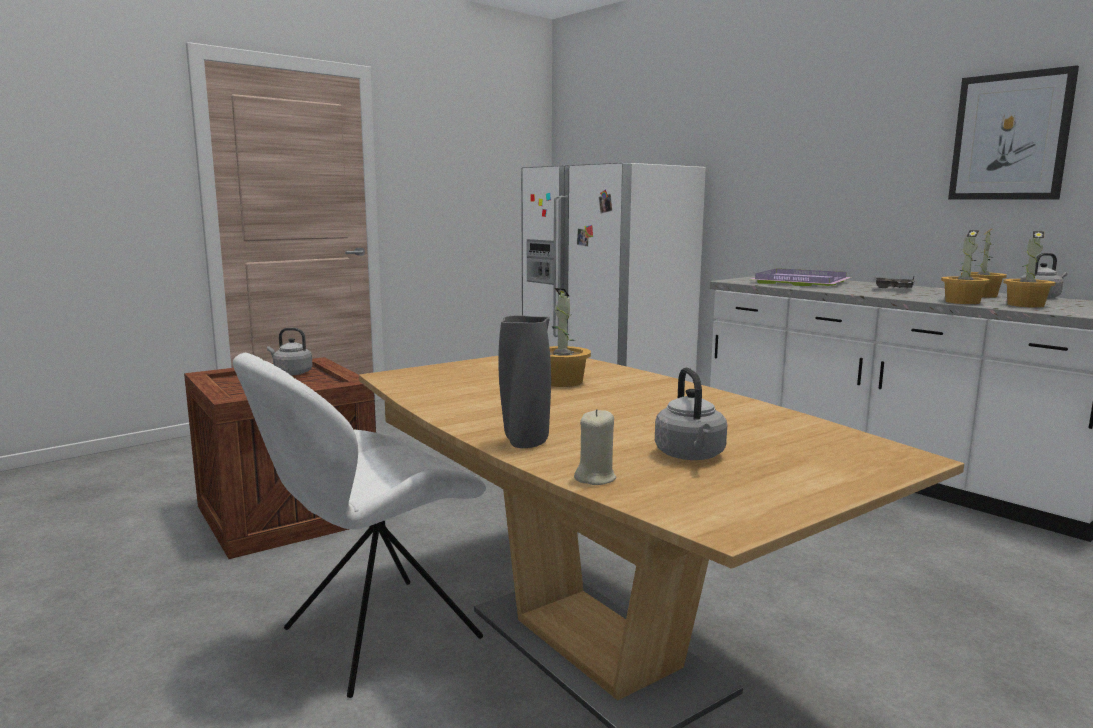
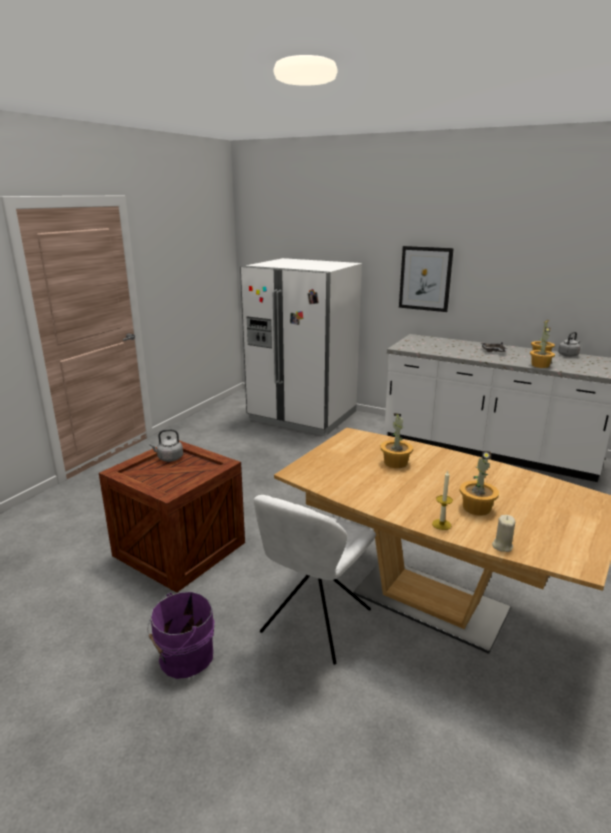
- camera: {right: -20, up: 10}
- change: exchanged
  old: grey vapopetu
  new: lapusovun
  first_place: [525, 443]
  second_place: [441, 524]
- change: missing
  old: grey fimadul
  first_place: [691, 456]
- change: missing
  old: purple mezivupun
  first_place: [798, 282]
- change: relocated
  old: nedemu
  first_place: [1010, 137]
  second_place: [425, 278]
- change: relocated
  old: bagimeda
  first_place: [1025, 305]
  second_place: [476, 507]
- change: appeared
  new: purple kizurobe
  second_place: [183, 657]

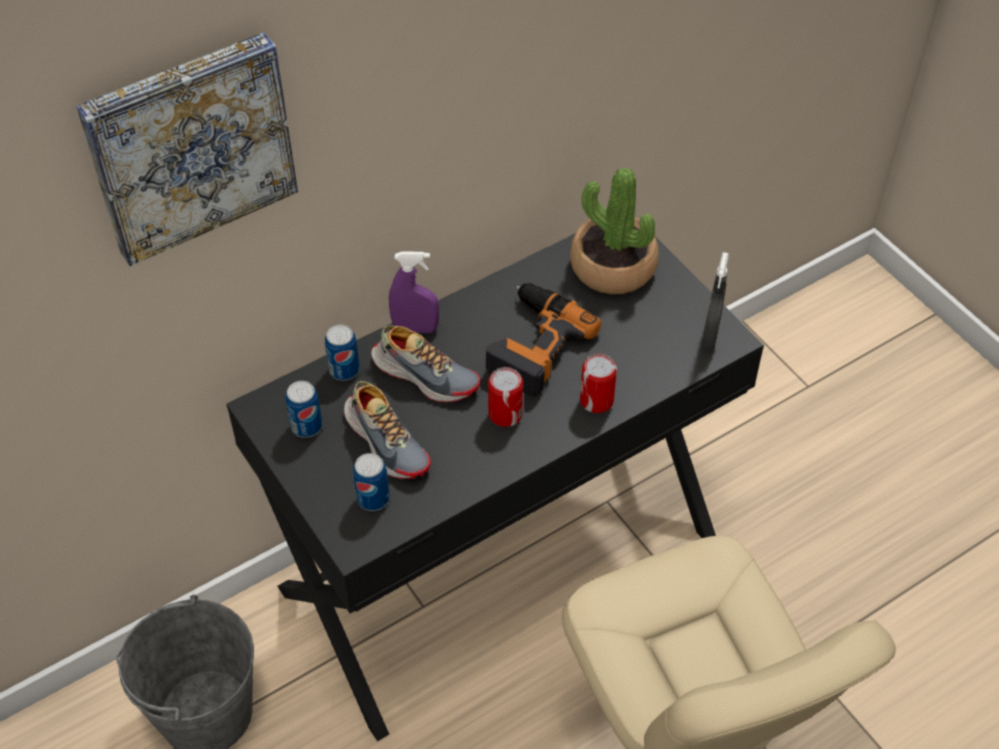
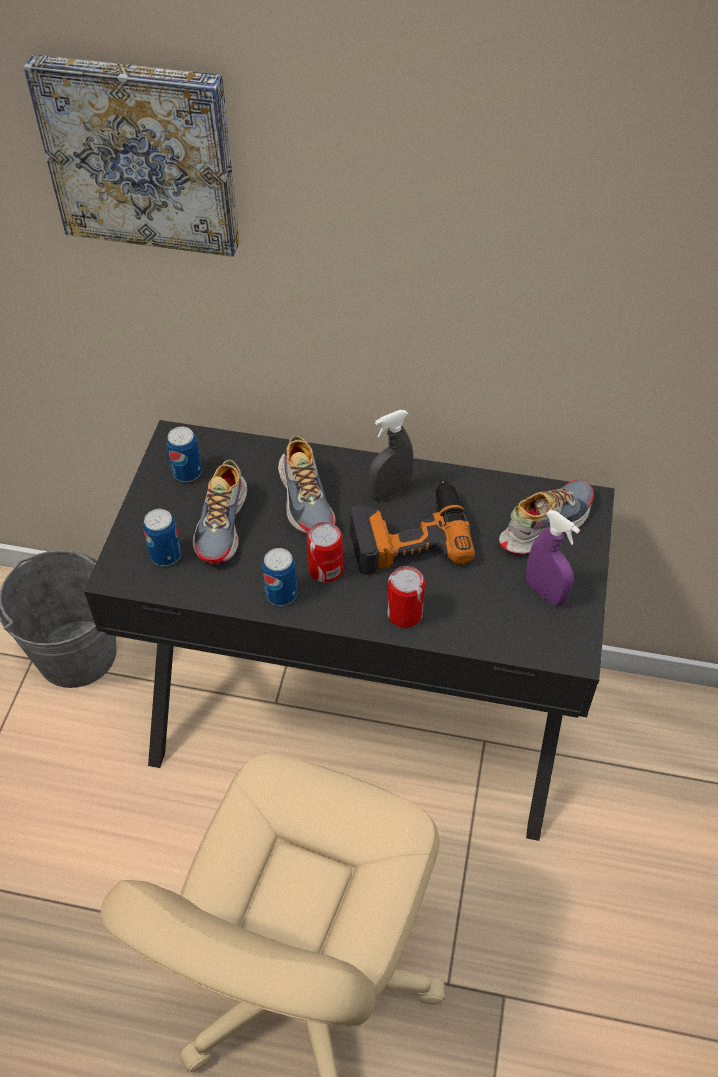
- camera: {right: 45, up: 0}
- change: relocated
  old: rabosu
  first_place: [344, 370]
  second_place: [281, 594]
- change: relocated
  old: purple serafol
  first_place: [415, 328]
  second_place: [545, 593]
- change: exchanged
  old: bagimeda
  new: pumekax
  first_place: [612, 267]
  second_place: [545, 524]
- change: relocated
  old: grey serafol
  first_place: [710, 336]
  second_place: [390, 492]

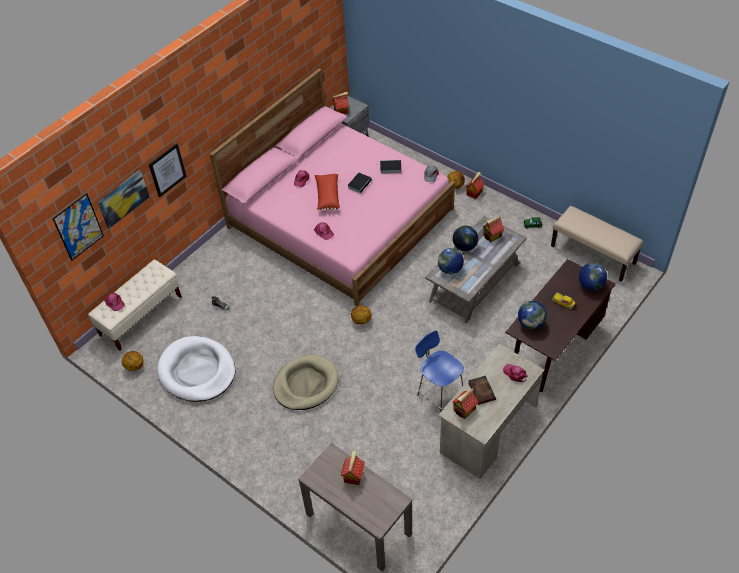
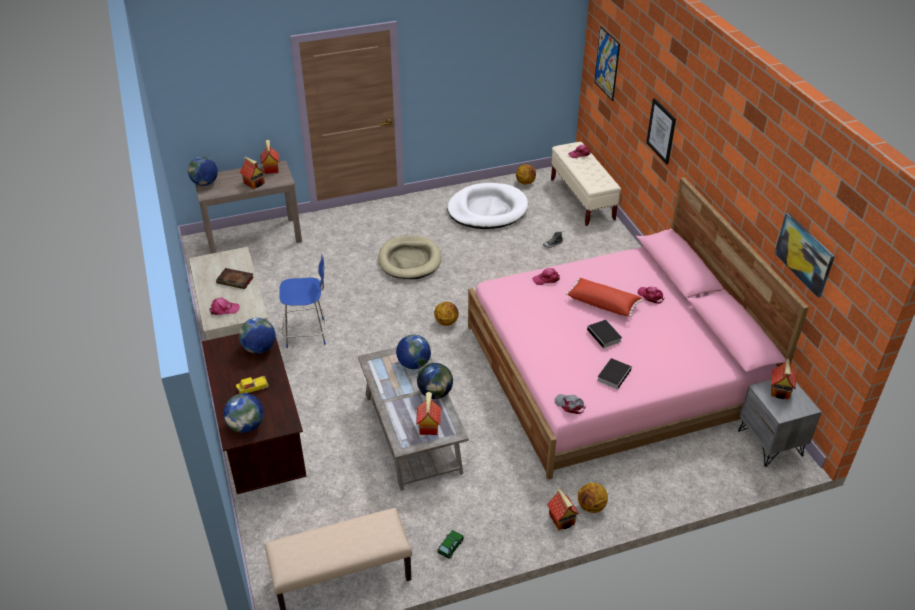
- camera: {right: 120, up: -10}
- change: relocated
  old: nedemu
  first_place: [123, 198]
  second_place: [804, 254]
- change: relocated
  old: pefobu
  first_place: [464, 410]
  second_place: [271, 168]
- change: appeared
  new: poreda
  second_place: [205, 183]

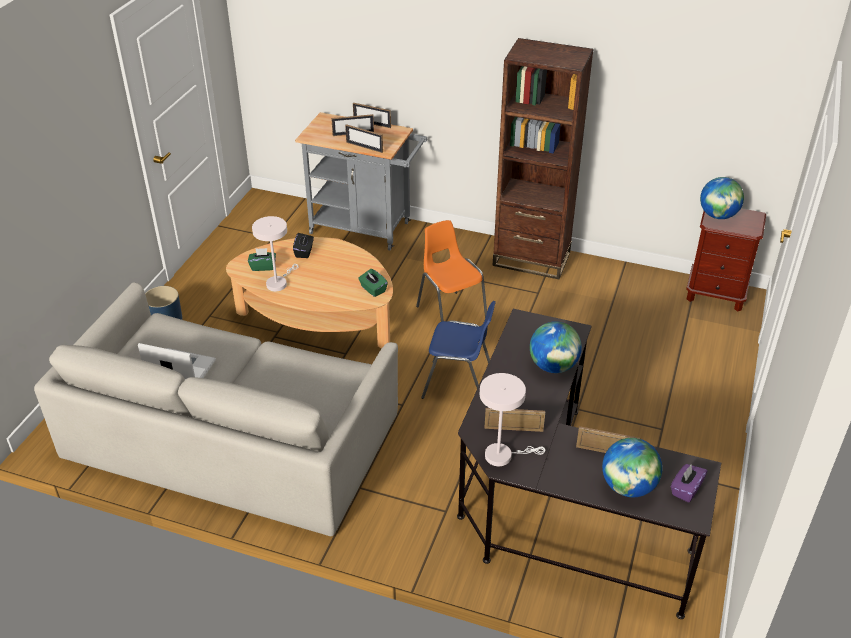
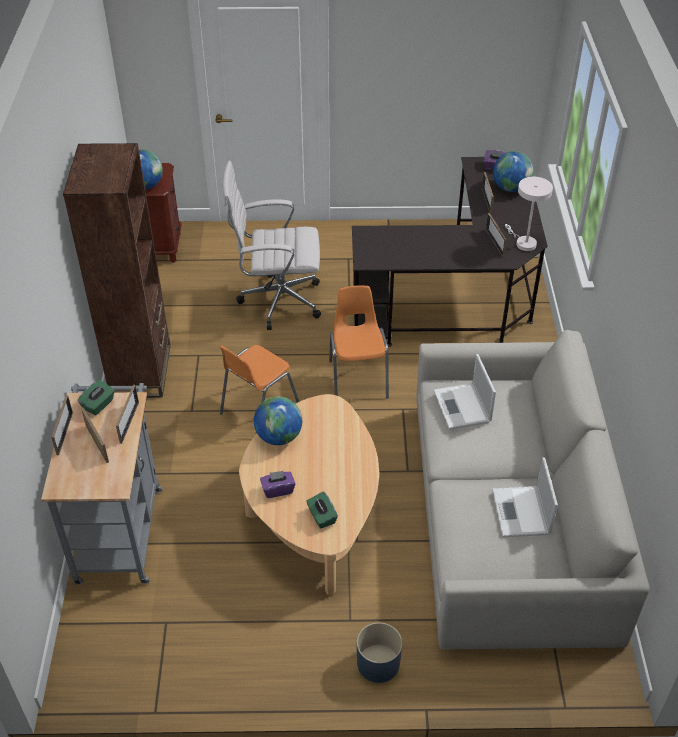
- camera: {right: -110, up: 5}
- change: missing
  old: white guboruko
  first_place: [278, 282]
- change: colour
  old: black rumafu
  new: purple rumafu
  first_place: [304, 252]
  second_place: [278, 490]
- change: relocated
  old: green rumafu
  first_place: [373, 289]
  second_place: [98, 405]
- change: colour
  old: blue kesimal
  new: orange kesimal
  first_place: [459, 385]
  second_place: [357, 379]
- change: relocated
  old: poreda
  first_place: [553, 366]
  second_place: [279, 437]
- change: appeared
  new: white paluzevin
  second_place: [277, 301]
- change: appeared
  new: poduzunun
  second_place: [462, 407]

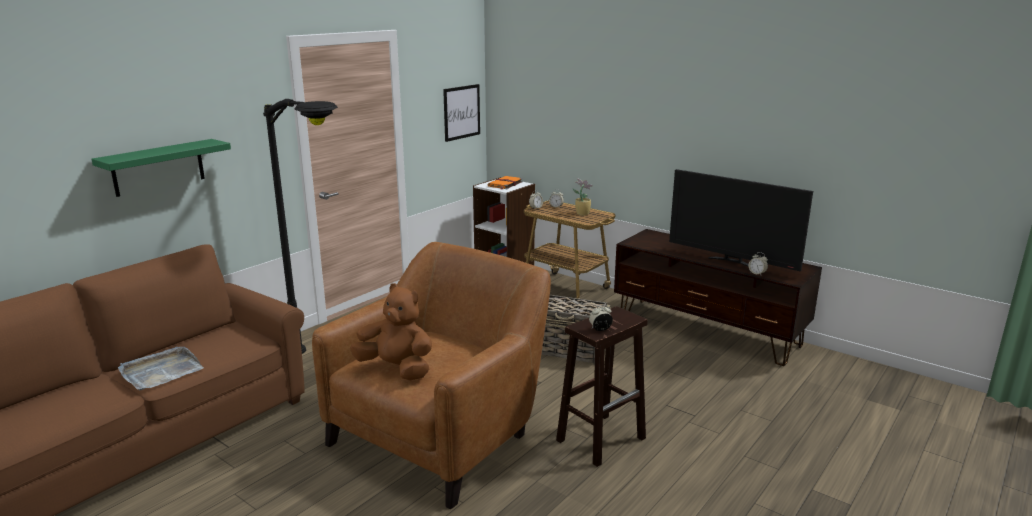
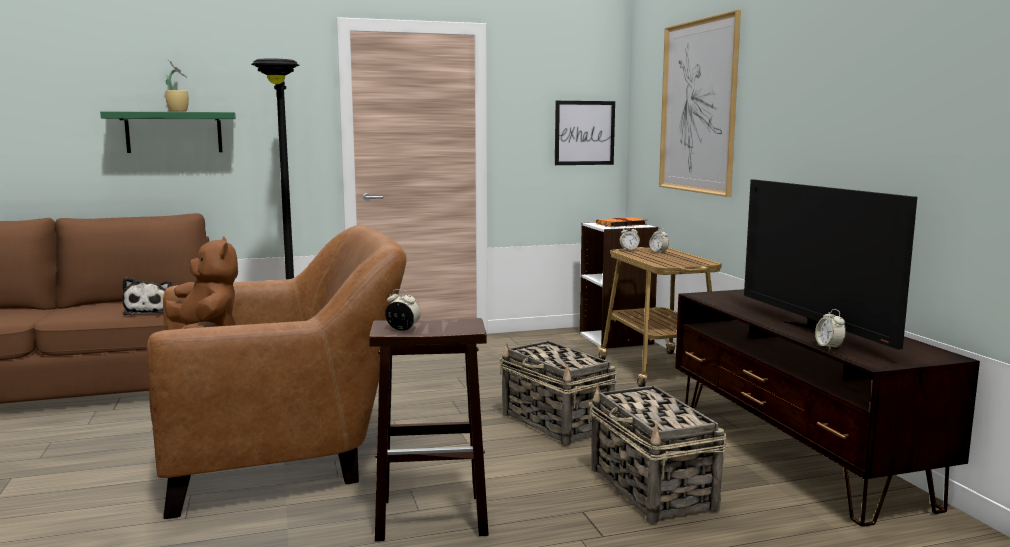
- camera: {right: 35, up: -10}
- change: missing
  old: grey mezivupun
  first_place: [160, 371]
- change: relocated
  old: bagimeda
  first_place: [582, 213]
  second_place: [178, 111]
- change: appeared
  new: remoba
  second_place: [151, 311]
- change: appeared
  new: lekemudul
  second_place: [652, 490]
- change: appeared
  new: nedemu
  second_place: [698, 107]

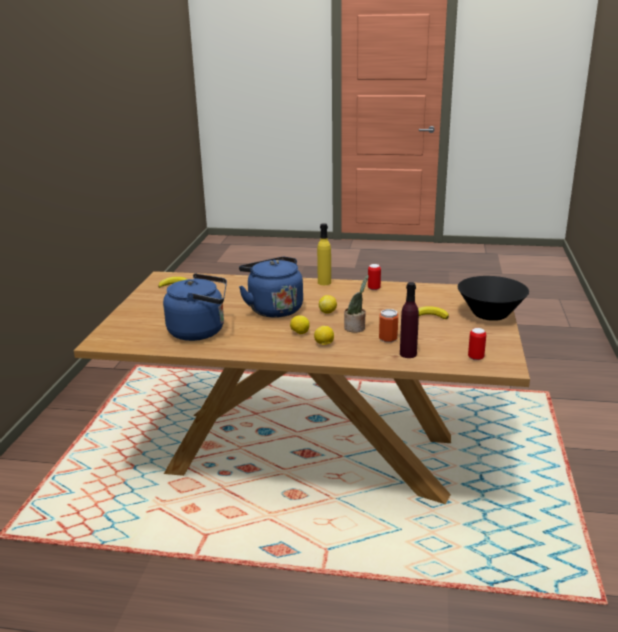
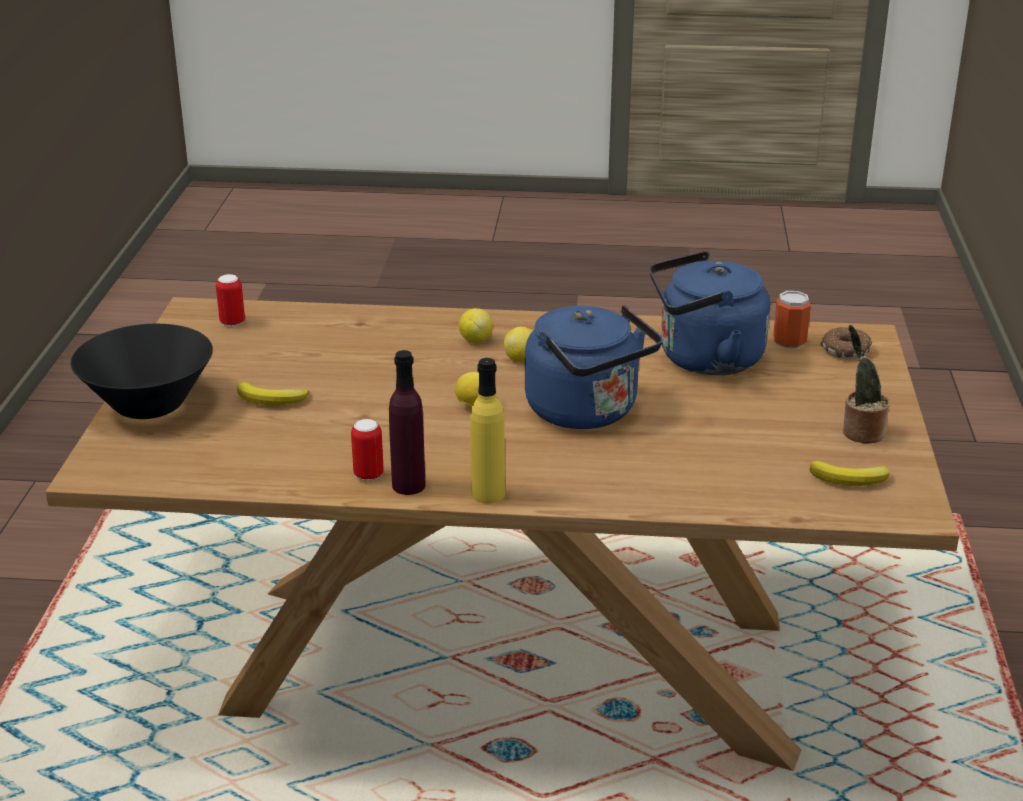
- camera: {right: 175, up: 5}
- change: relocated
  old: bagimeda
  first_place: [356, 328]
  second_place: [860, 432]
- change: relocated
  old: rabosu
  first_place: [388, 338]
  second_place: [789, 342]
- change: relocated
  old: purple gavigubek
  first_place: [408, 354]
  second_place: [408, 485]
- change: appeared
  new: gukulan
  second_place: [845, 349]

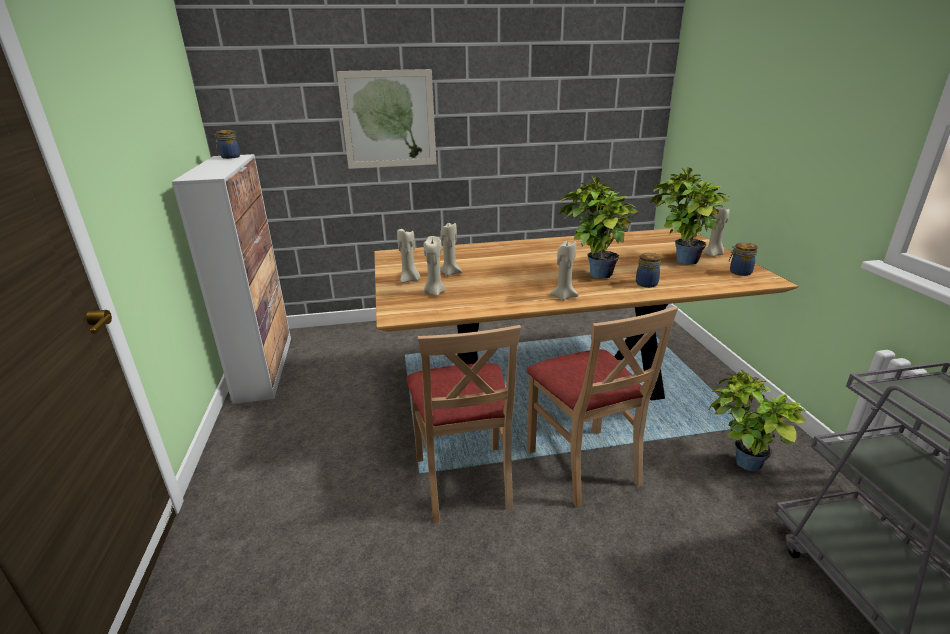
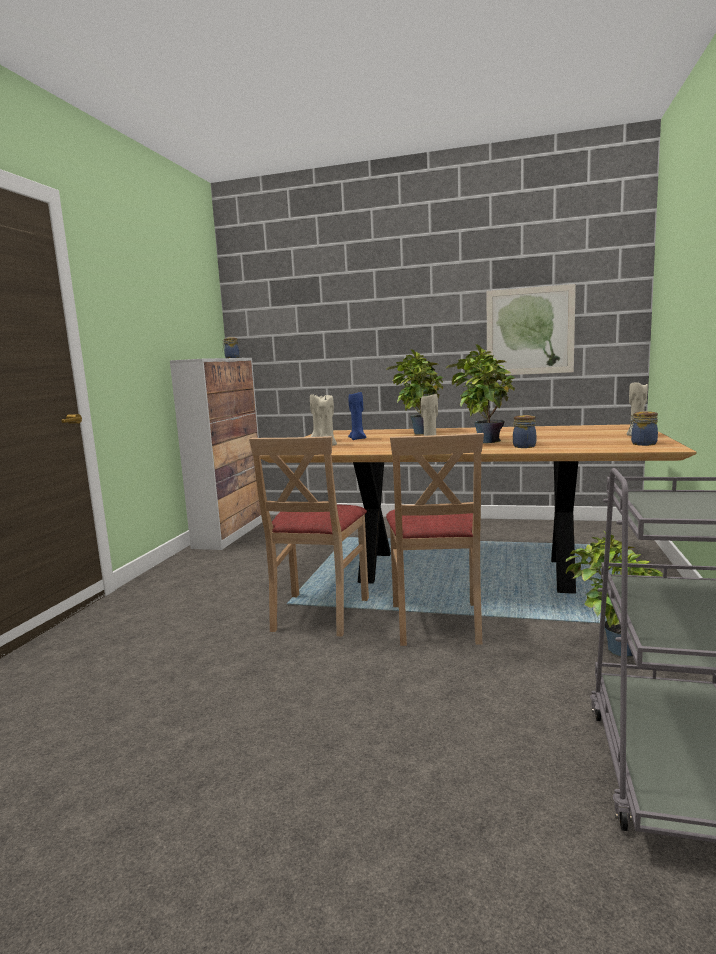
- camera: {right: 25, up: -15}
- change: relocated
  old: nedemu
  first_place: [389, 120]
  second_place: [529, 331]
- change: colour
  old: beige lapusovun
  new: blue lapusovun
  first_place: [450, 273]
  second_place: [358, 439]
- change: relocated
  old: bagimeda
  first_place: [680, 261]
  second_place: [418, 433]

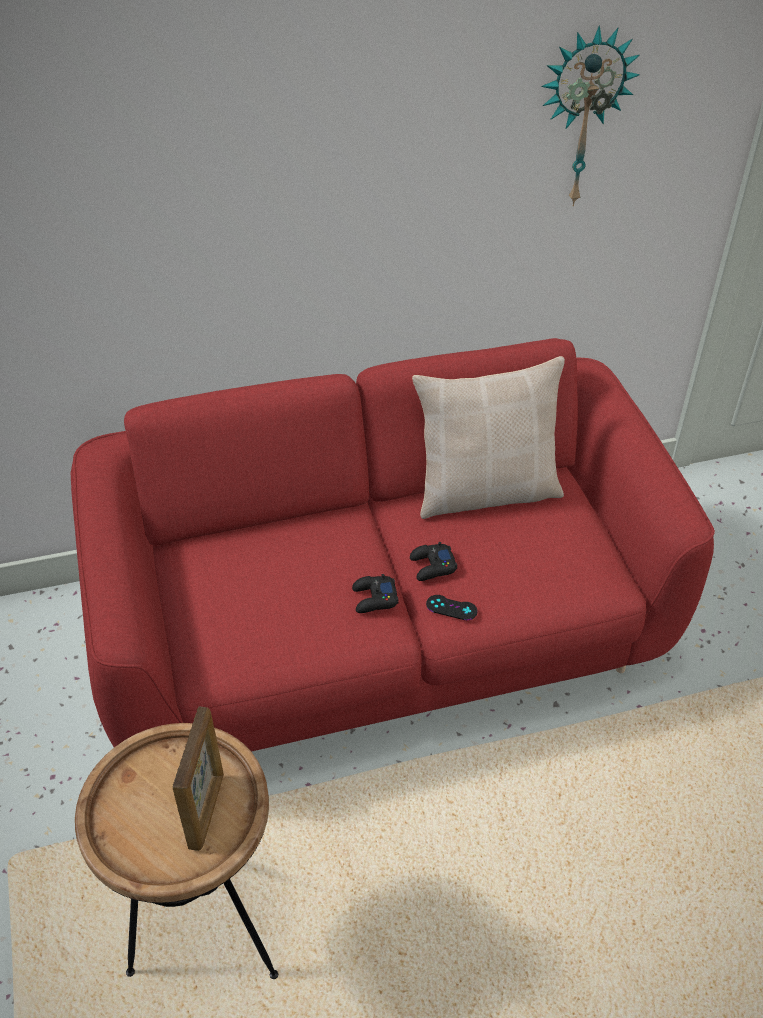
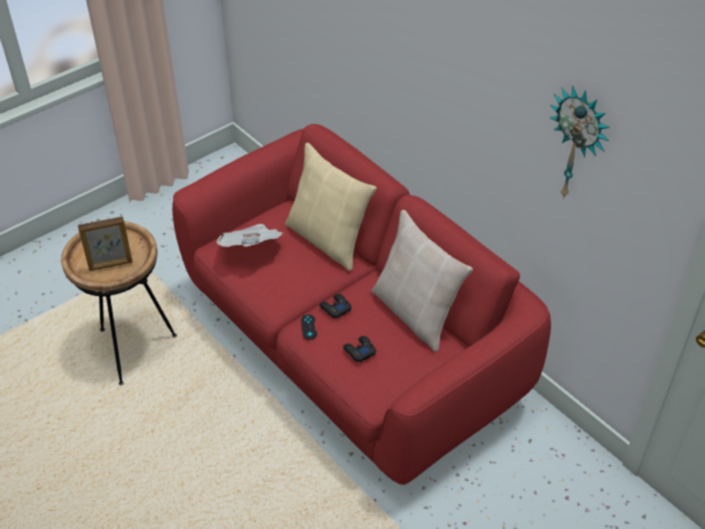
- camera: {right: 65, up: 0}
- change: relocated
  old: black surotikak
  first_place: [374, 598]
  second_place: [359, 351]
- change: appeared
  new: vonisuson
  second_place: [251, 248]
- change: appeared
  new: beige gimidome
  second_place: [328, 240]

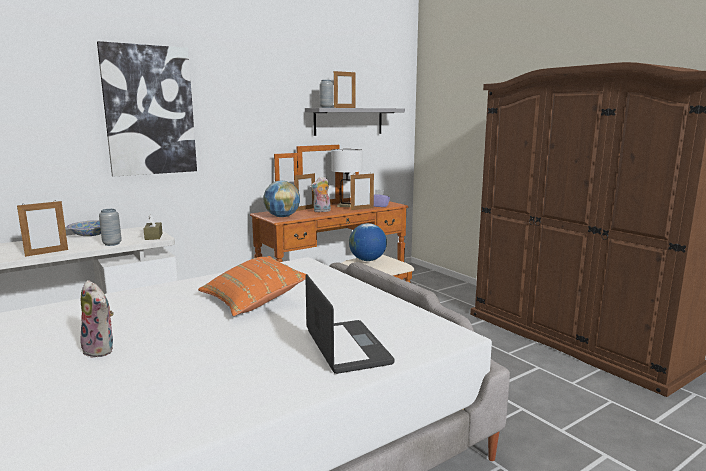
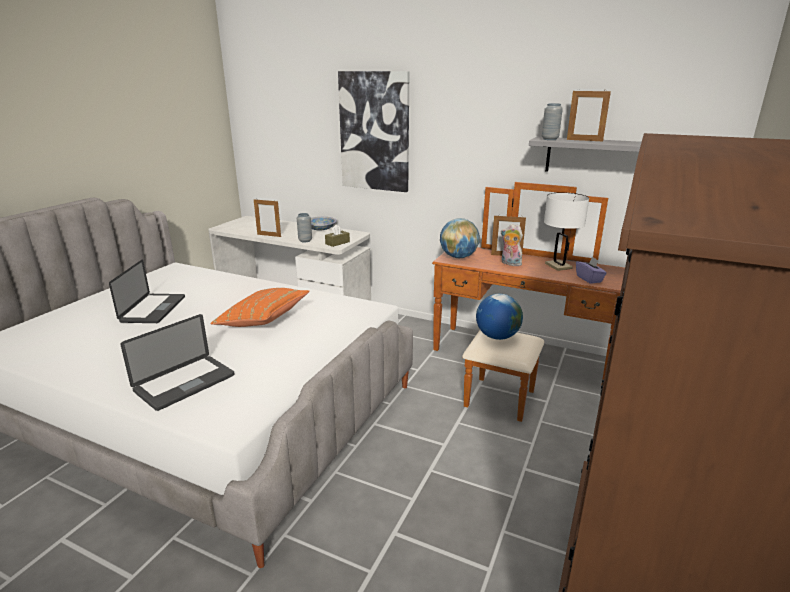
- camera: {right: 60, up: 10}
- change: exchanged
  old: remoba
  new: poduzunun
  first_place: [101, 350]
  second_place: [153, 309]
- change: missing
  old: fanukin
  first_place: [362, 209]

